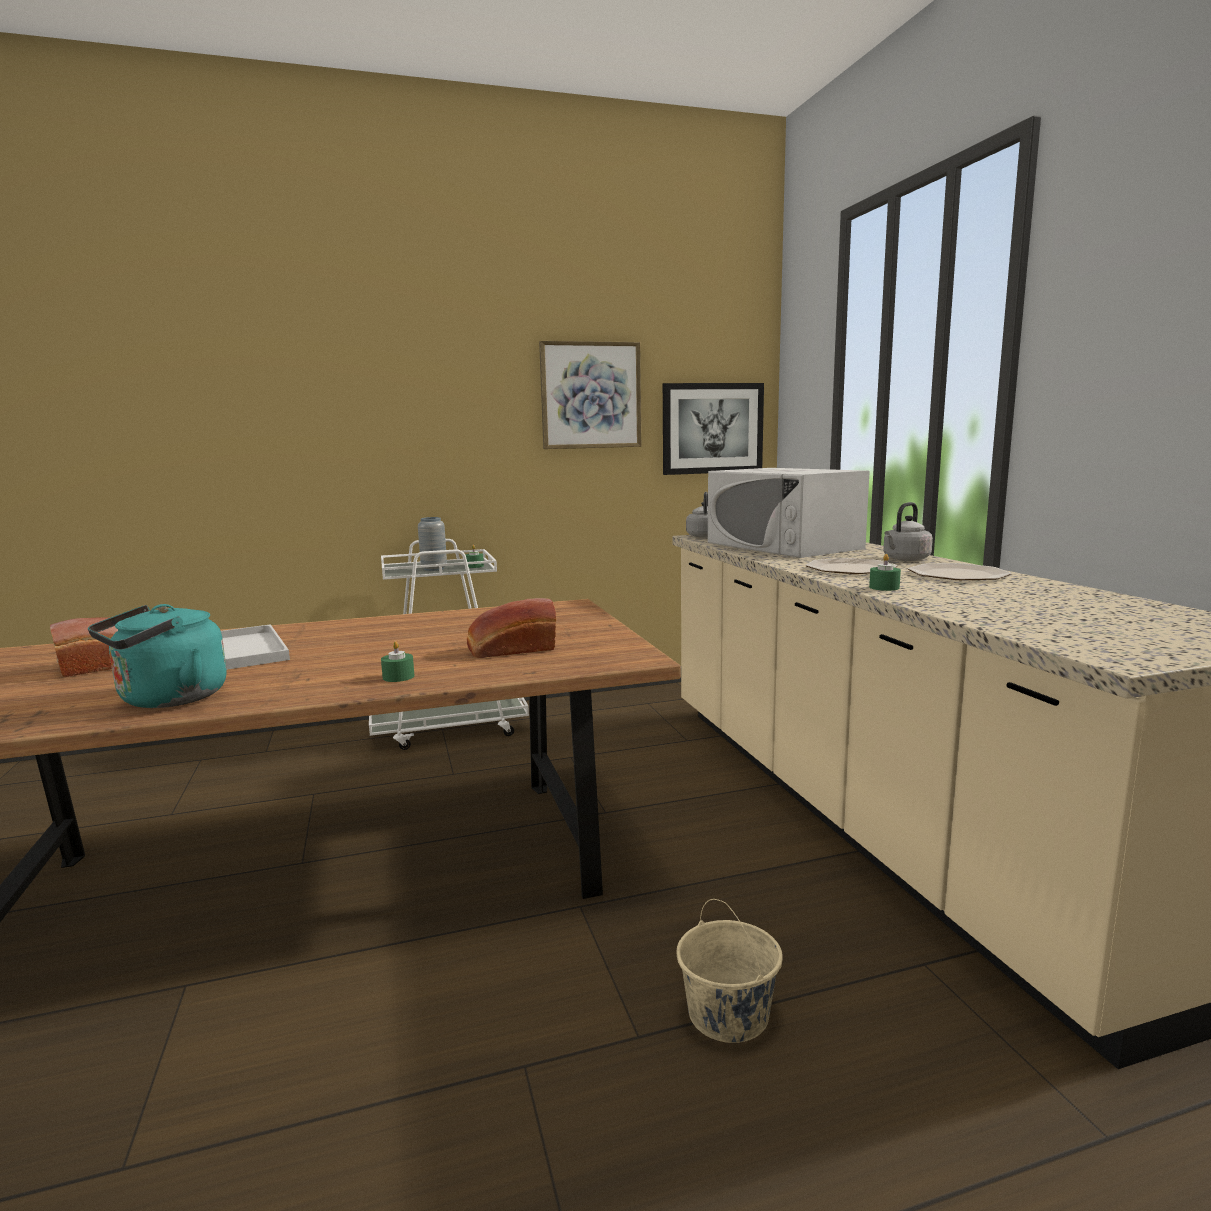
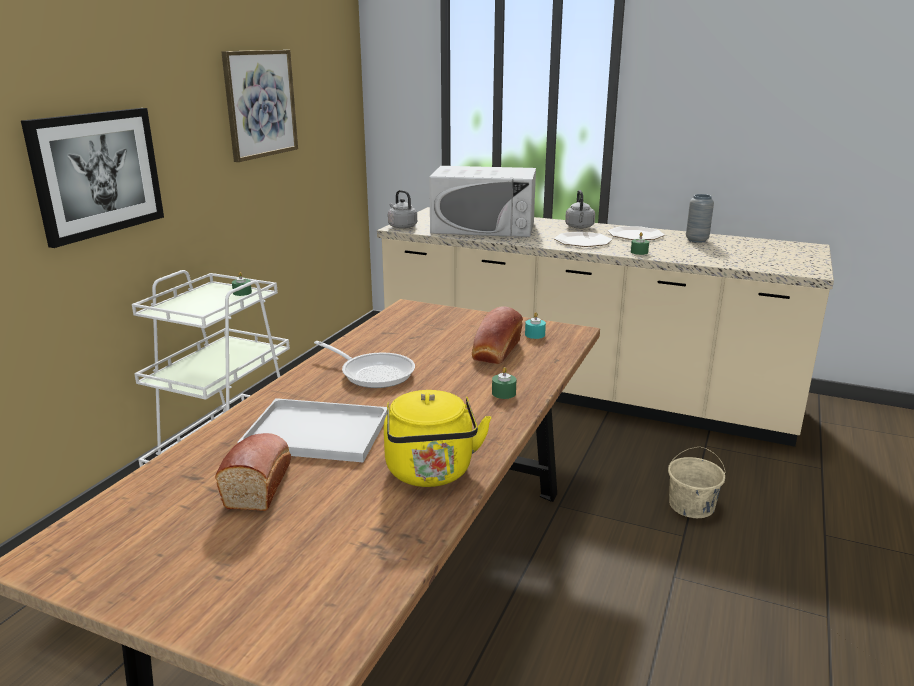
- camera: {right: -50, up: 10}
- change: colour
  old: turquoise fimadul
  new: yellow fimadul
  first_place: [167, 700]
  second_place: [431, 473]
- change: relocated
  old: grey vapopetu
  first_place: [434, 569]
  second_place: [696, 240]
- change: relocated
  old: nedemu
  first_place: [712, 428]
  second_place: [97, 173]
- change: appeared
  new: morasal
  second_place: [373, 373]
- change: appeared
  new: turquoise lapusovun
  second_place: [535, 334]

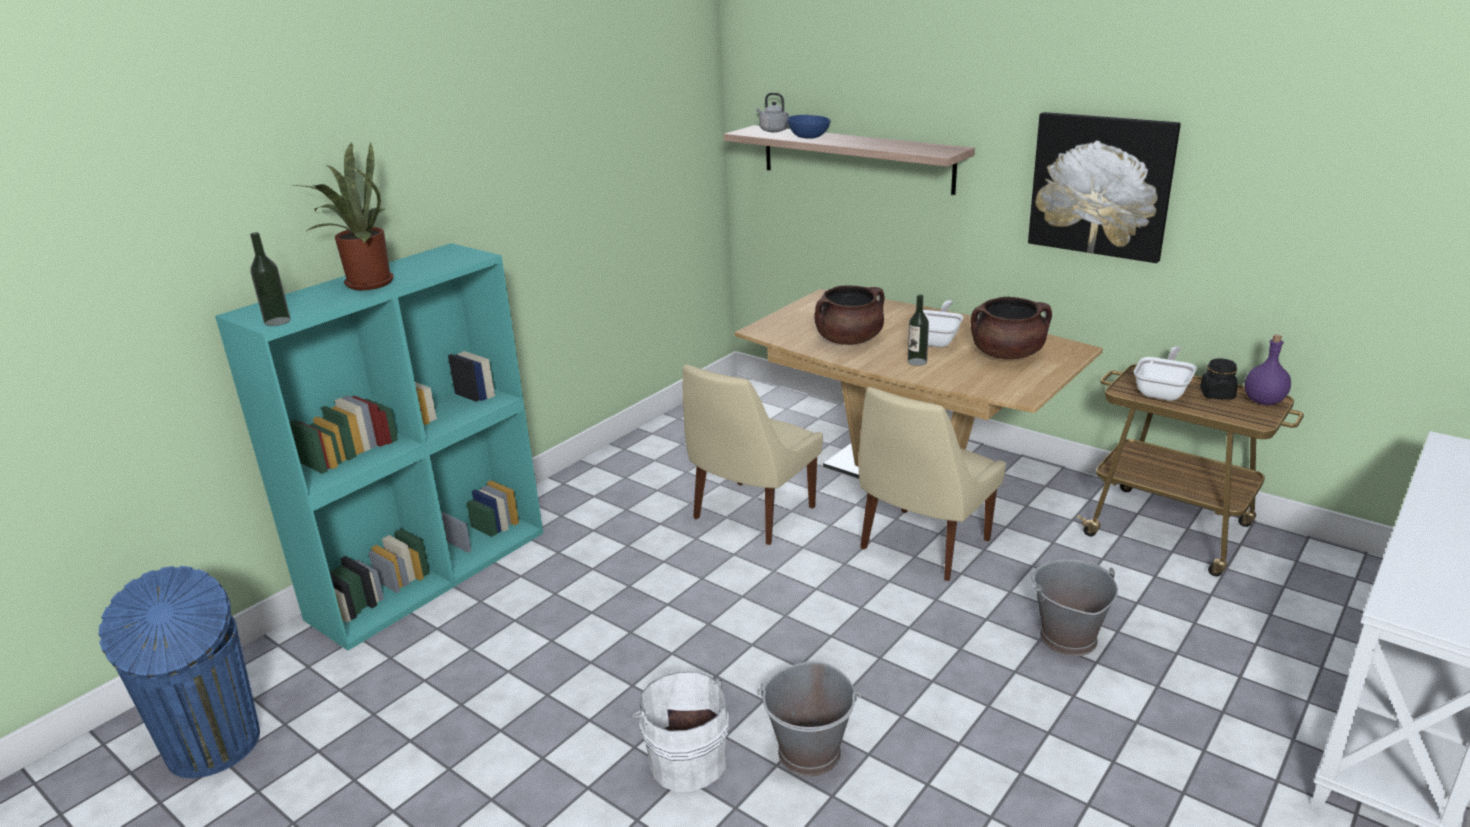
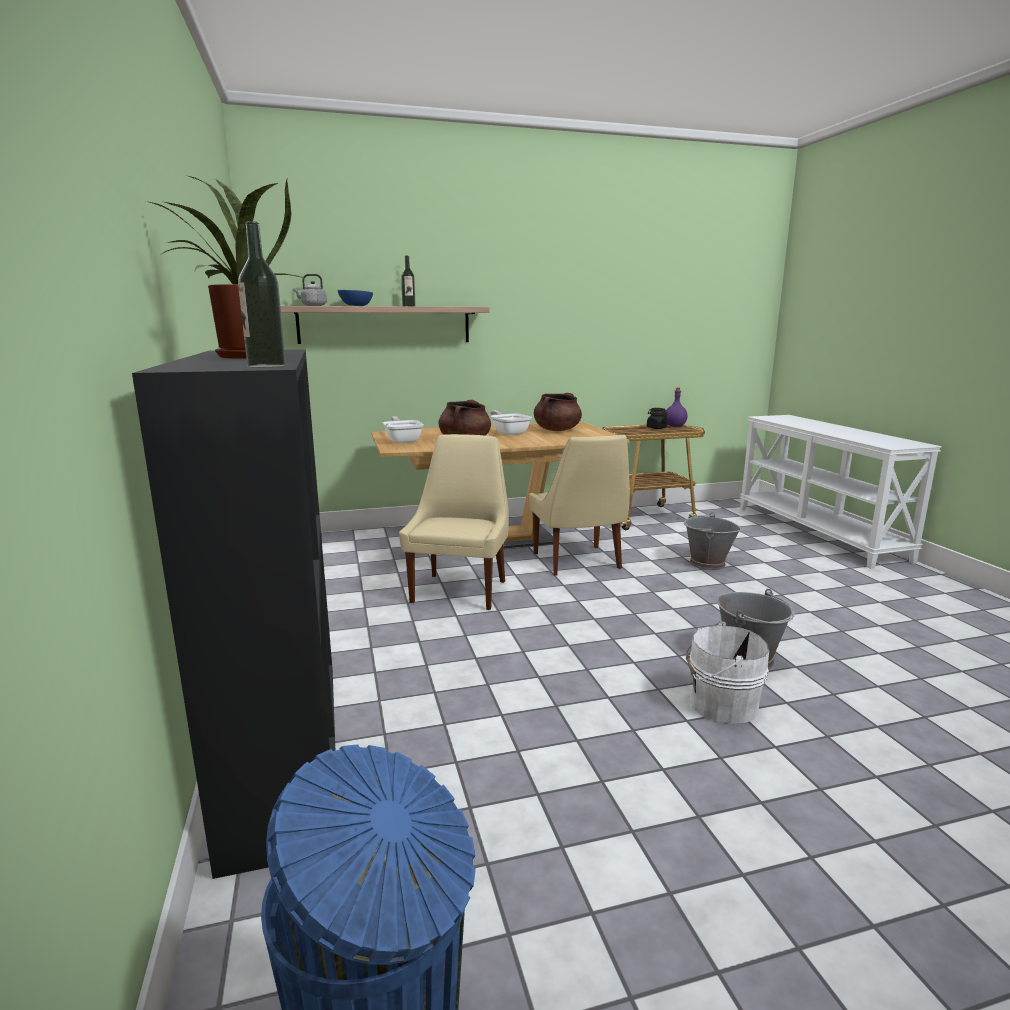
- camera: {right: -55, up: -10}
- change: colour
  old: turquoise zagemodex
  new: black zagemodex
  first_place: [430, 572]
  second_place: [284, 749]
- change: spun
  old: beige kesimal
  first_place: [751, 515]
  second_place: [460, 590]
  degrees: -150
- change: relocated
  old: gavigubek
  first_place: [917, 362]
  second_place: [408, 306]
- change: missing
  old: nedemu
  first_place: [1101, 185]
- change: relocated
  old: morasal
  first_place: [1163, 391]
  second_place: [403, 440]

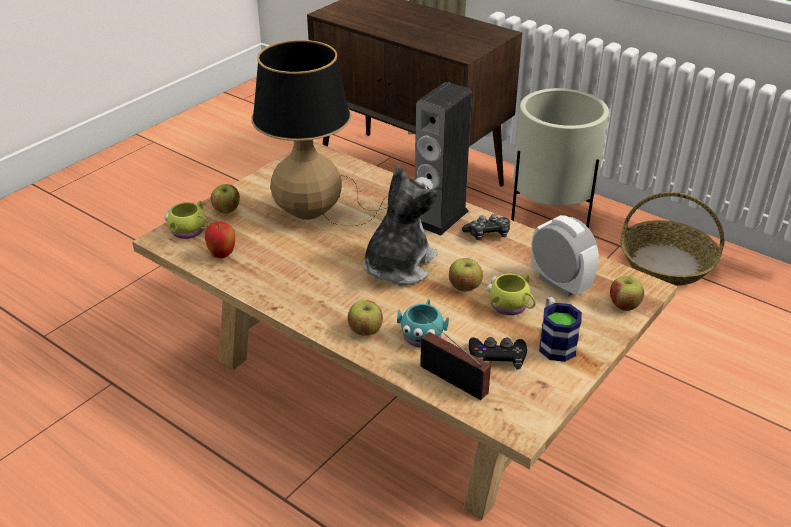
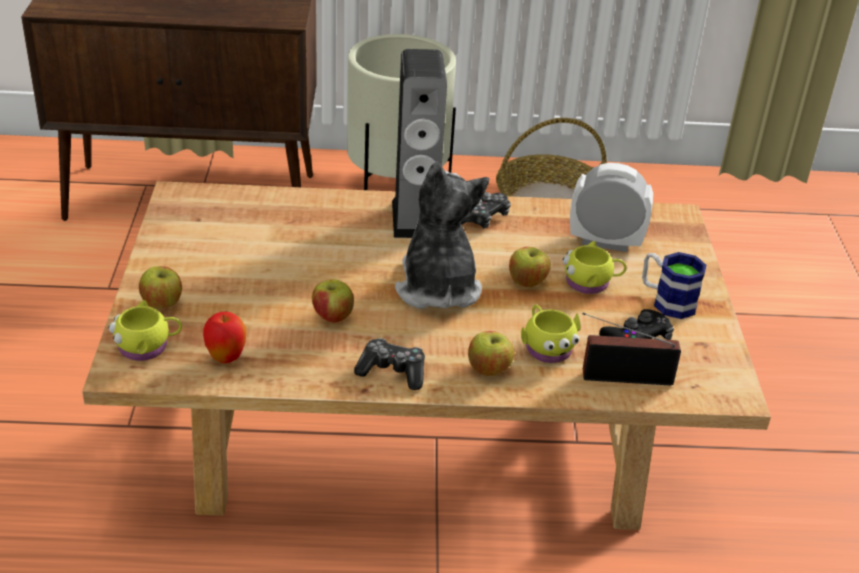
- camera: {right: -40, up: 0}
- change: missing
  old: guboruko
  first_place: [319, 210]
- change: colour
  old: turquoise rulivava
  new: yellow rulivava
  first_place: [422, 334]
  second_place: [546, 347]
- change: relocated
  old: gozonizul
  first_place: [623, 305]
  second_place: [332, 316]
- change: appeared
  new: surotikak
  second_place: [392, 372]

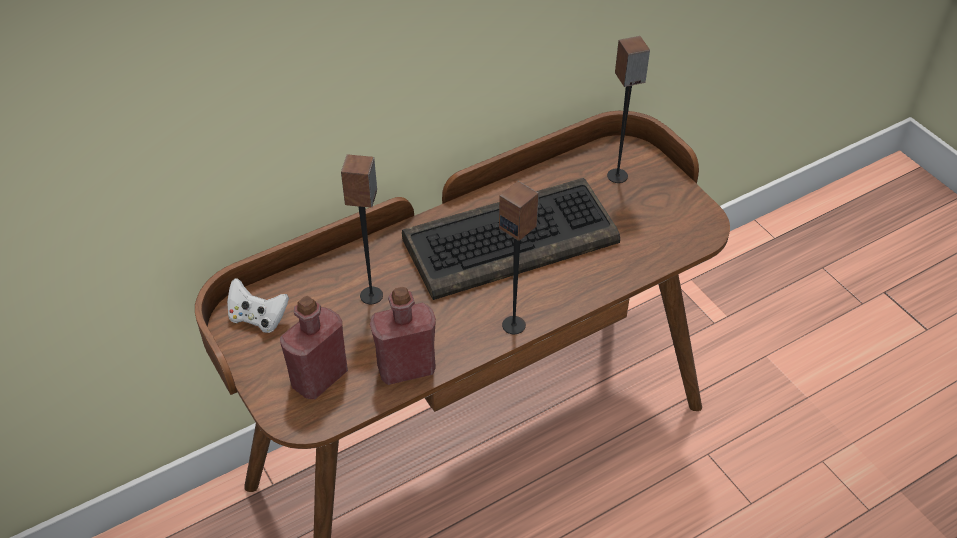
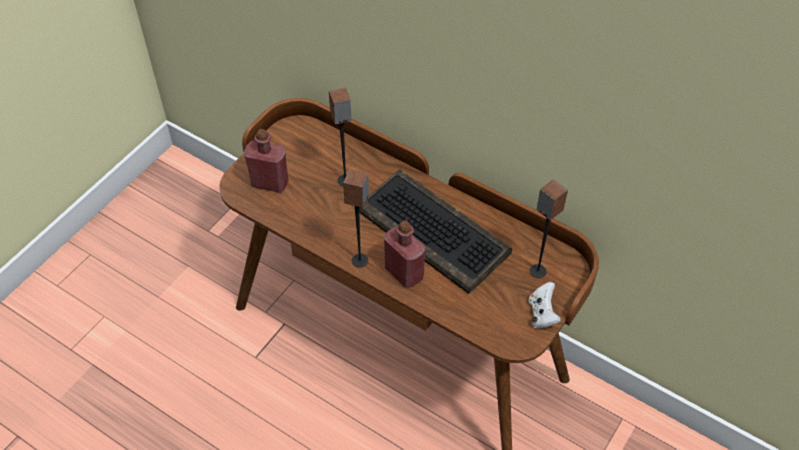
- camera: {right: 65, up: 5}
- change: relocated
  old: white surotikak
  first_place: [258, 318]
  second_place: [542, 314]
- change: relocated
  old: red gavigubek
  first_place: [406, 368]
  second_place: [404, 273]

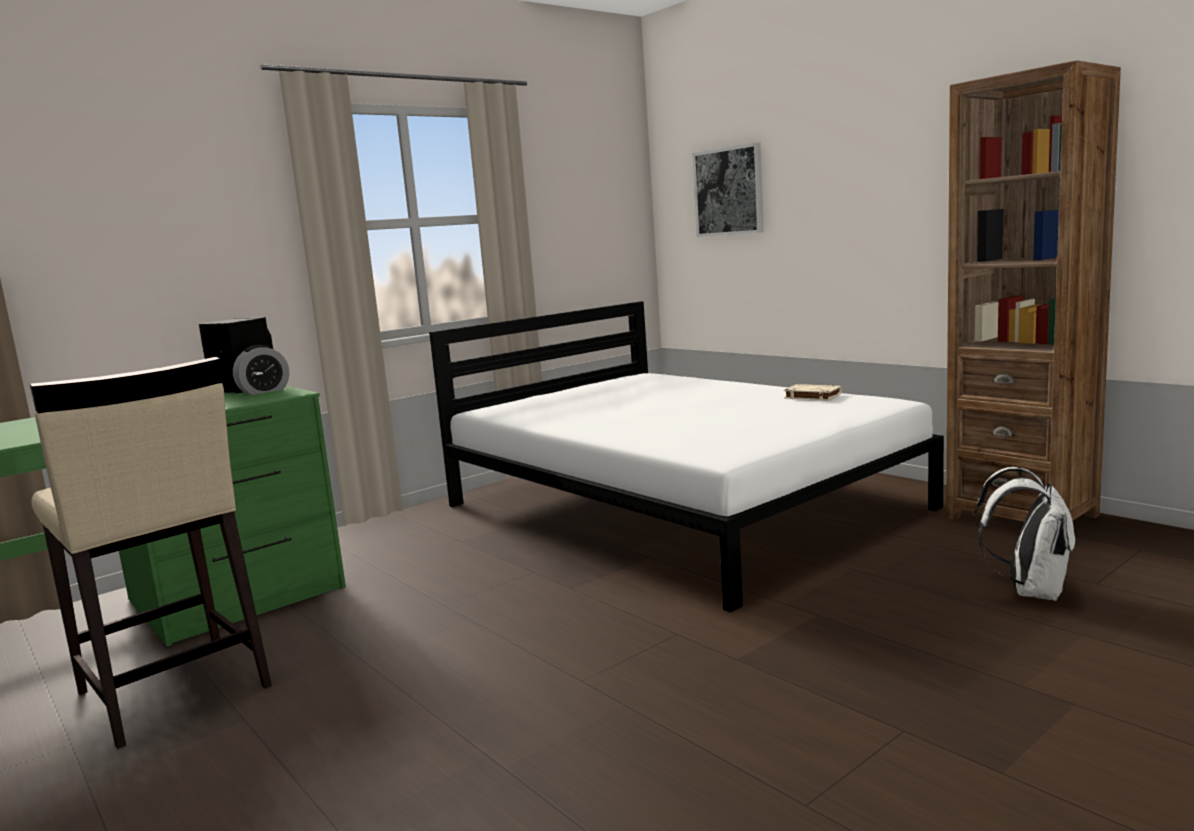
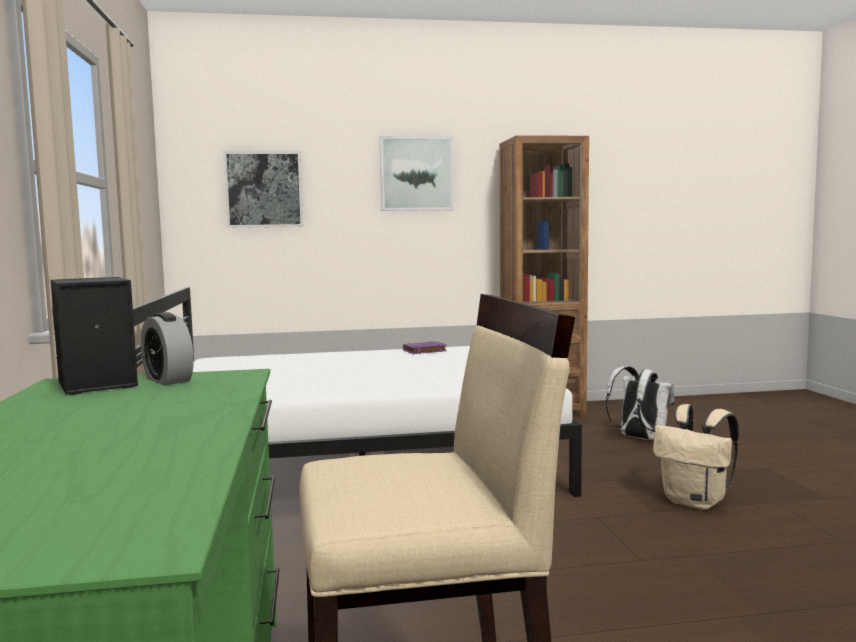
- camera: {right: -60, up: -5}
- change: spun
  old: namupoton
  first_place: [264, 391]
  second_place: [168, 380]
  degrees: 150
- change: colour
  old: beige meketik
  new: purple meketik
  first_place: [812, 396]
  second_place: [424, 351]
- change: appeared
  new: nedemu
  second_place: [416, 173]
- change: appeared
  new: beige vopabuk
  second_place: [696, 502]

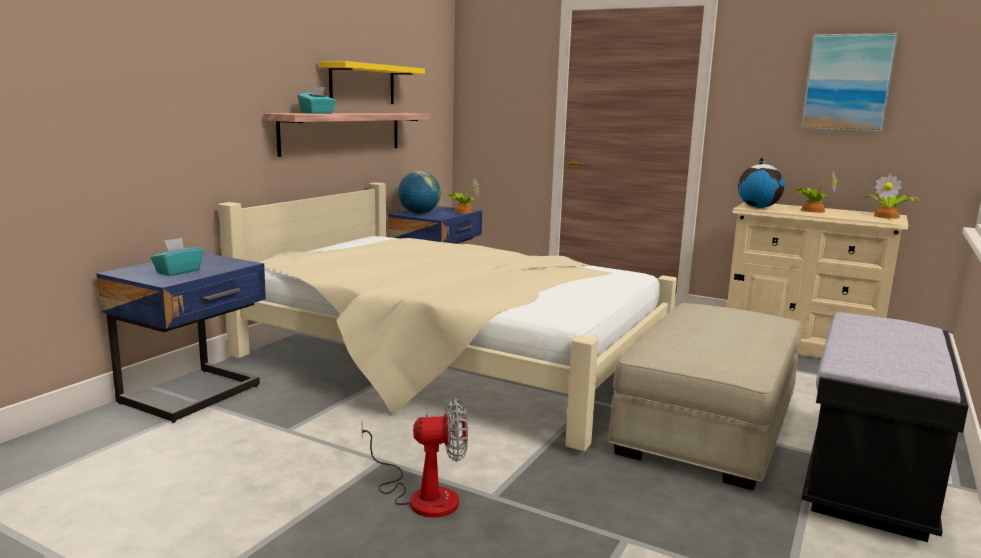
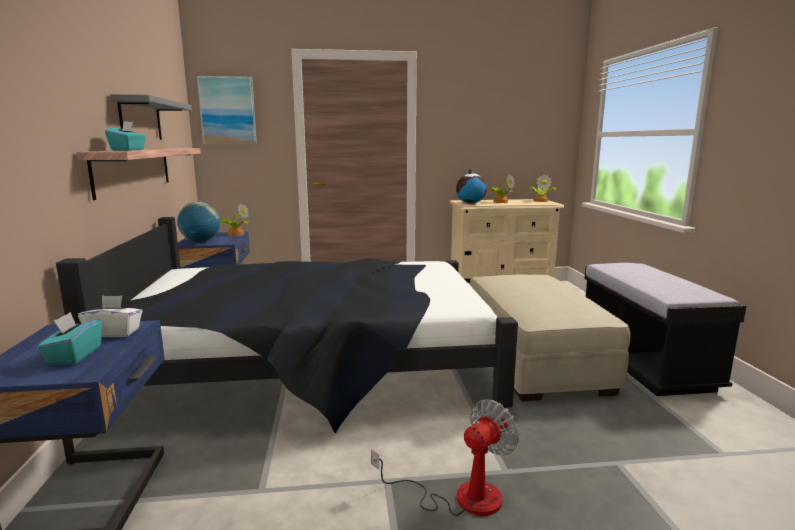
- camera: {right: -35, up: 0}
- change: colour
  old: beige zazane
  new: black zazane
  first_place: [453, 362]
  second_place: [316, 368]
- change: colour
  old: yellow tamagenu
  new: grey tamagenu
  first_place: [362, 84]
  second_place: [141, 120]
- change: relocated
  old: nedemu
  first_place: [847, 83]
  second_place: [228, 111]
- change: appeared
  new: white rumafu
  second_place: [114, 333]

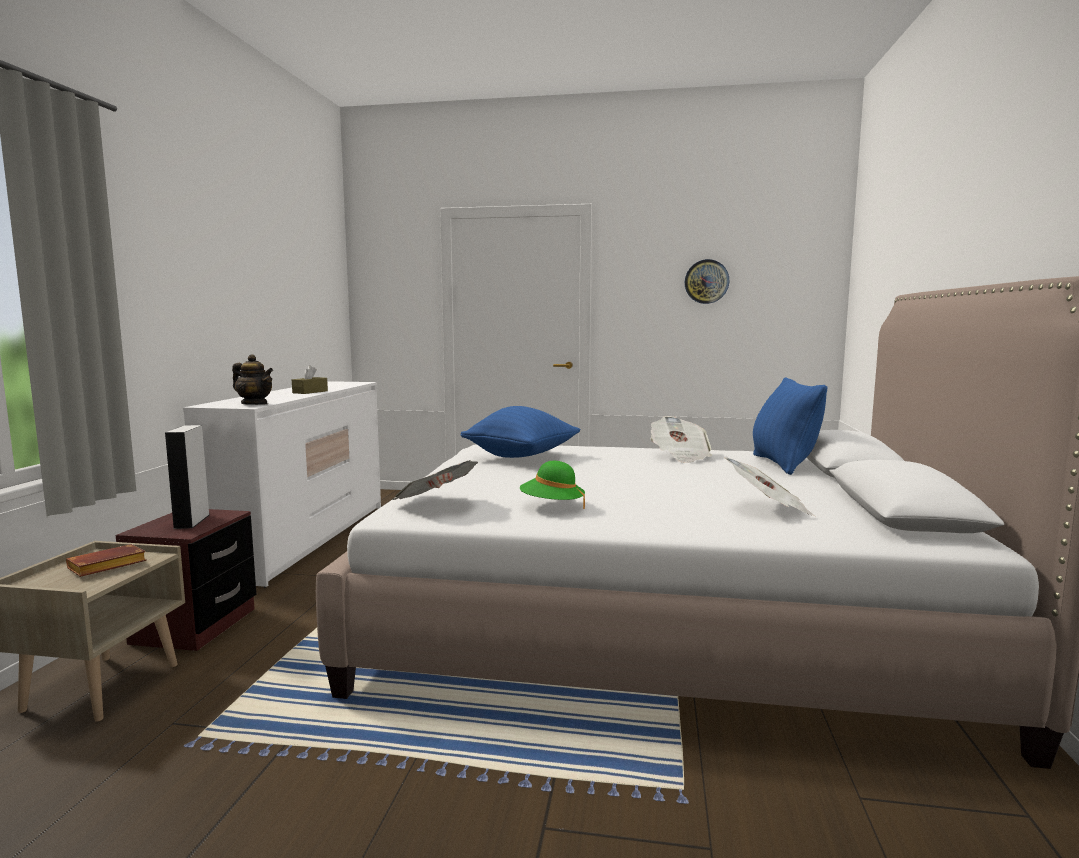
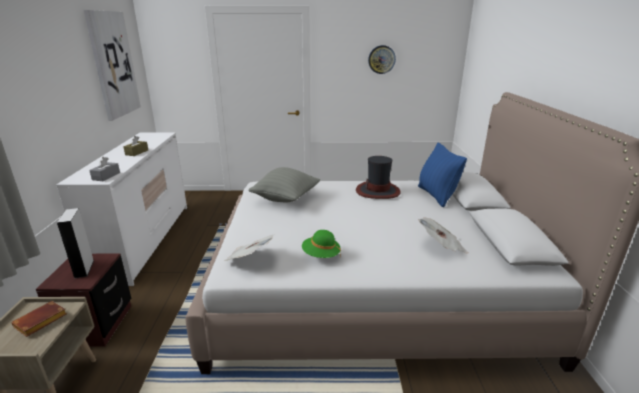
- camera: {right: -10, up: 15}
- change: exchanged
  old: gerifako
  new: grey rumafu
  first_place: [254, 404]
  second_place: [106, 176]
- change: colour
  old: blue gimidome
  new: grey gimidome
  first_place: [521, 456]
  second_place: [286, 198]
- change: exchanged
  old: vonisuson
  new: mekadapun
  first_place: [680, 456]
  second_place: [378, 191]
- change: appeared
  new: nedemu
  second_place: [113, 64]

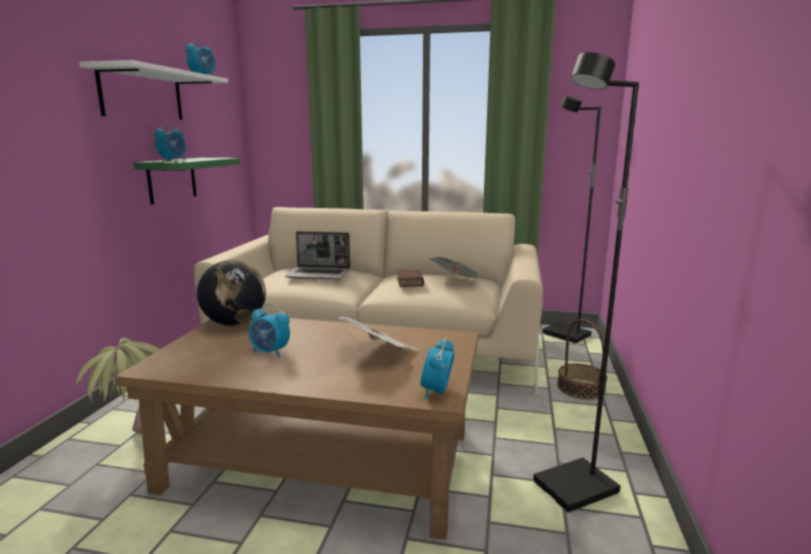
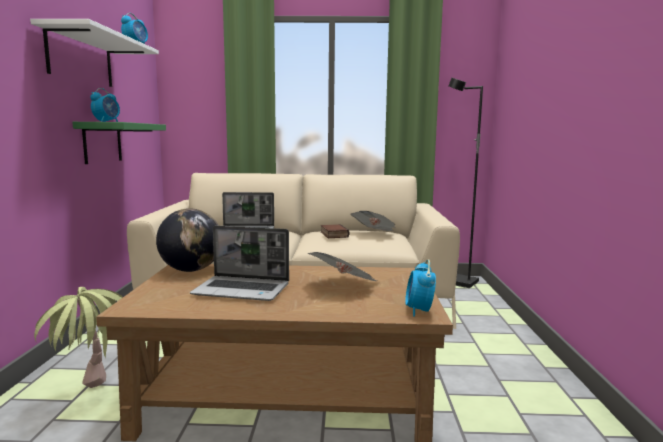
- camera: {right: -10, up: -5}
- change: exchanged
  old: namupoton
  new: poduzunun
  first_place: [270, 352]
  second_place: [243, 290]
- change: missing
  old: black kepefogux
  first_place: [576, 489]
- change: missing
  old: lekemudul
  first_place: [581, 388]

